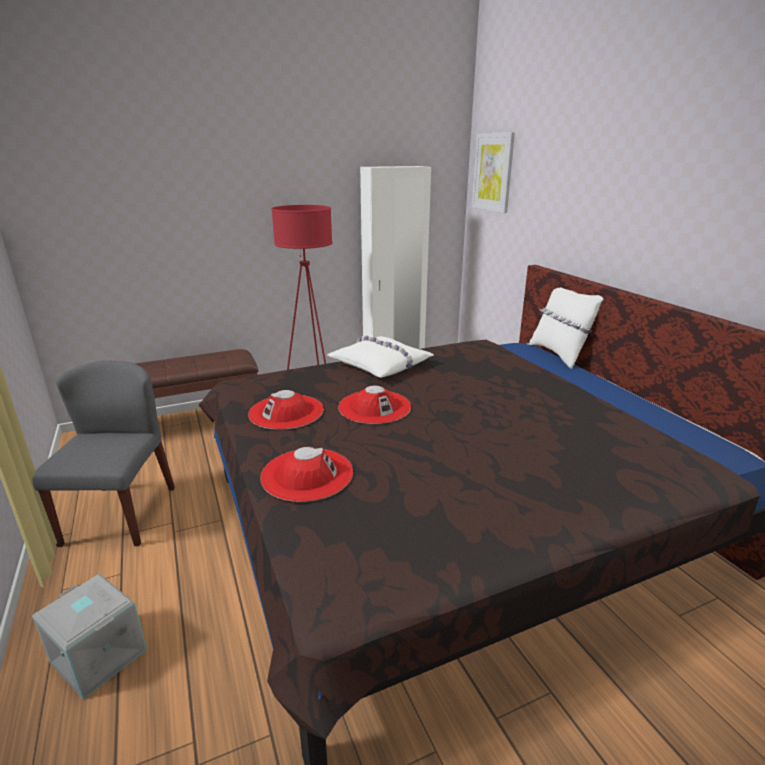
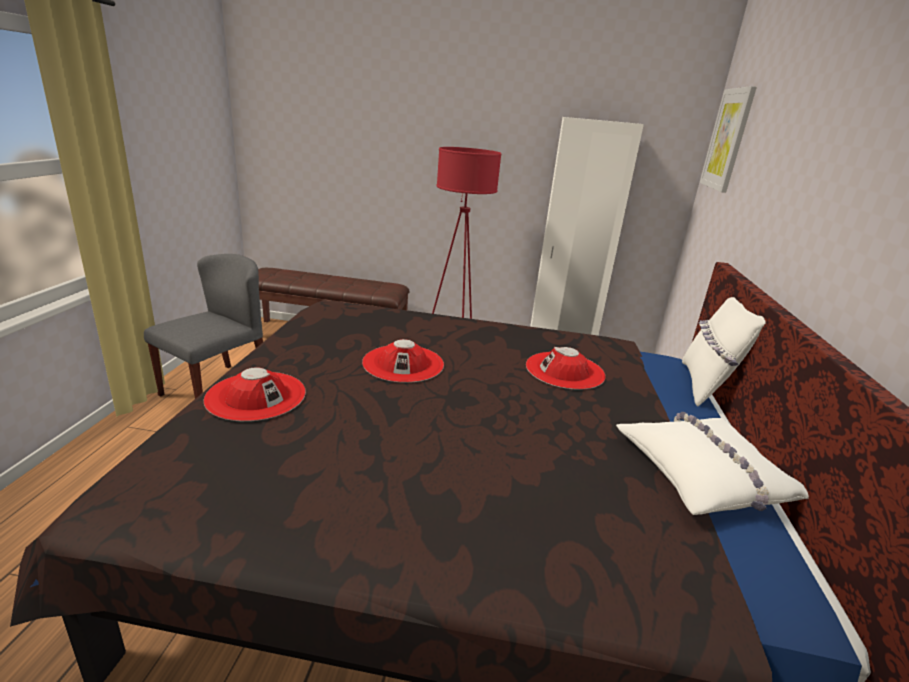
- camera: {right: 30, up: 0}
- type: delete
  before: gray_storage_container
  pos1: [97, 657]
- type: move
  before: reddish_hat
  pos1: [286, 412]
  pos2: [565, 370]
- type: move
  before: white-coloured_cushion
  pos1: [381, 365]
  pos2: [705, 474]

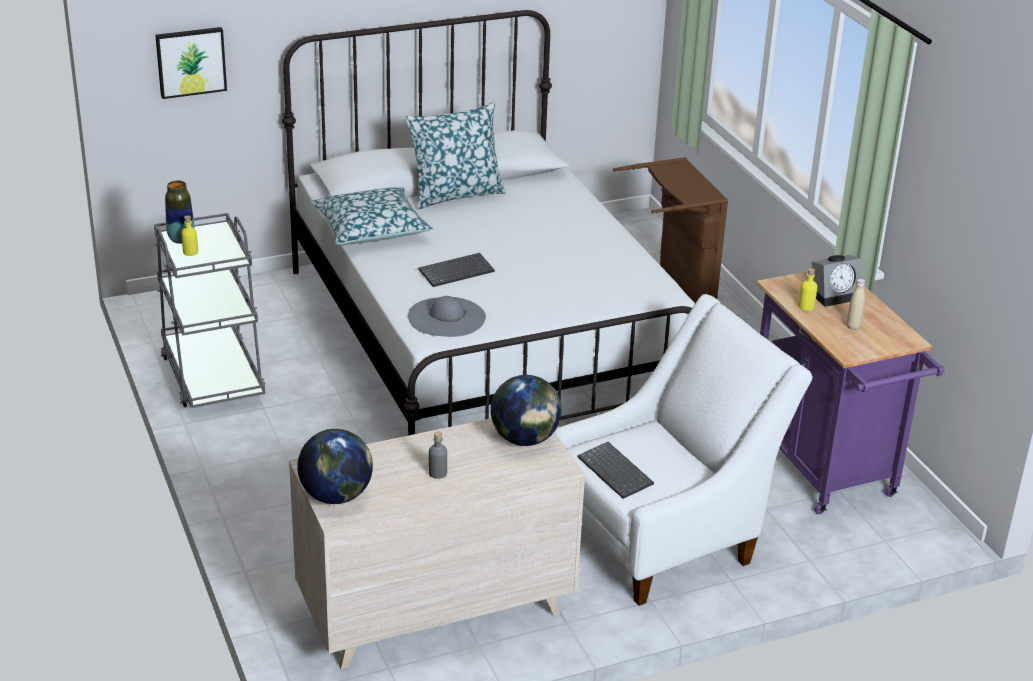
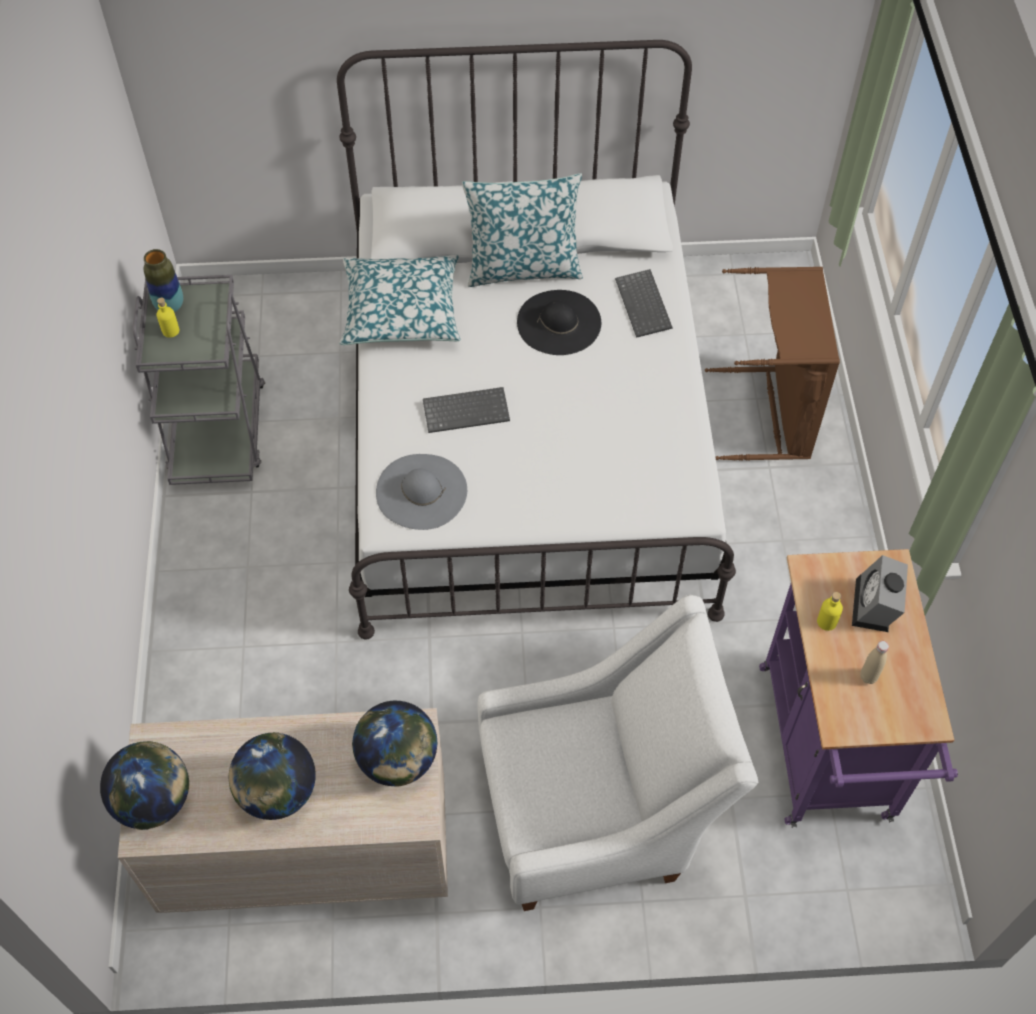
- camera: {right: 20, up: 25}
- type: delete
  before: picture
  pos1: [191, 61]
- type: replace
  before: gray_beverage_bottle
  after: globe
  pos1: [437, 473]
  pos2: [278, 792]
- type: move
  before: PC_keyboard
  pos1: [617, 472]
  pos2: [645, 305]
- type: rotate
  before: bedside_clock
  pos1: [835, 294]
  pos2: [875, 607]
  turn: 105
- type: insert
  after: black-coloured_hat
  pos2: [559, 322]

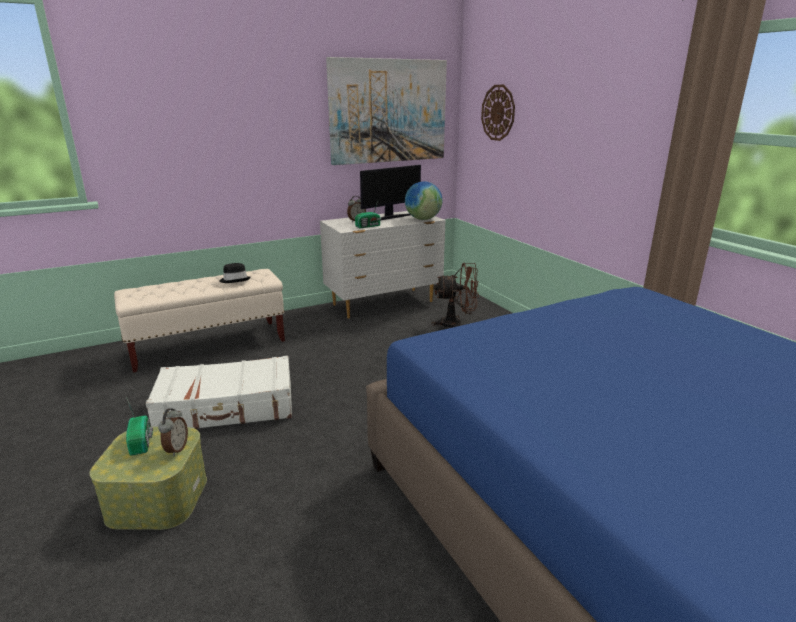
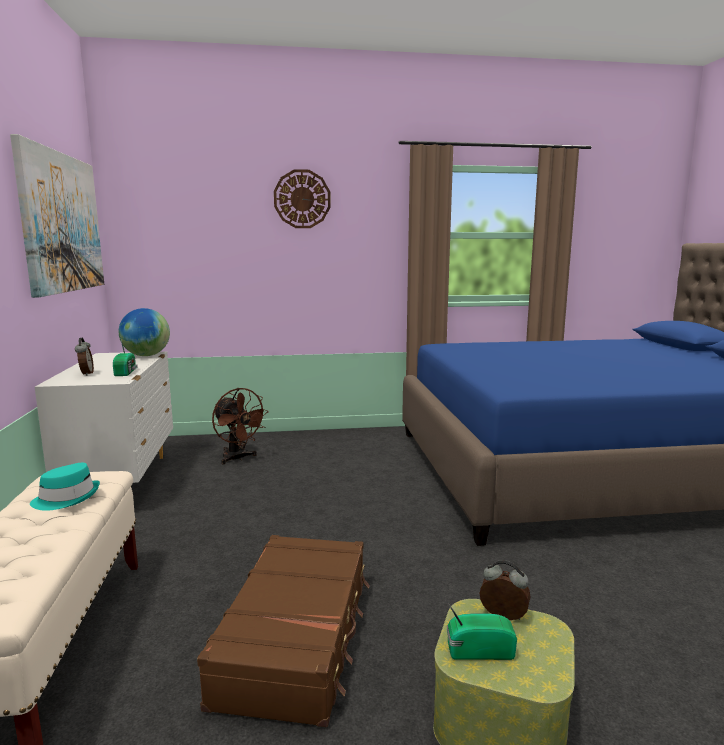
- camera: {right: -70, up: -10}
- type: recolor
  before: white-coloured_travel_case
  after: brown_travel_case
  pos1: [227, 407]
  pos2: [297, 637]
- type: recolor
  before: black-coloured_hat
  after: blue-green_hat
  pos1: [235, 280]
  pos2: [67, 498]
- type: delete
  before: monitor
  pos1: [390, 217]
- type: rotate
  before: brown_fan
  pos1: [456, 325]
  pos2: [238, 458]
  turn: 120
- type: move
  before: hanging_clock
  pos1: [498, 112]
  pos2: [302, 199]

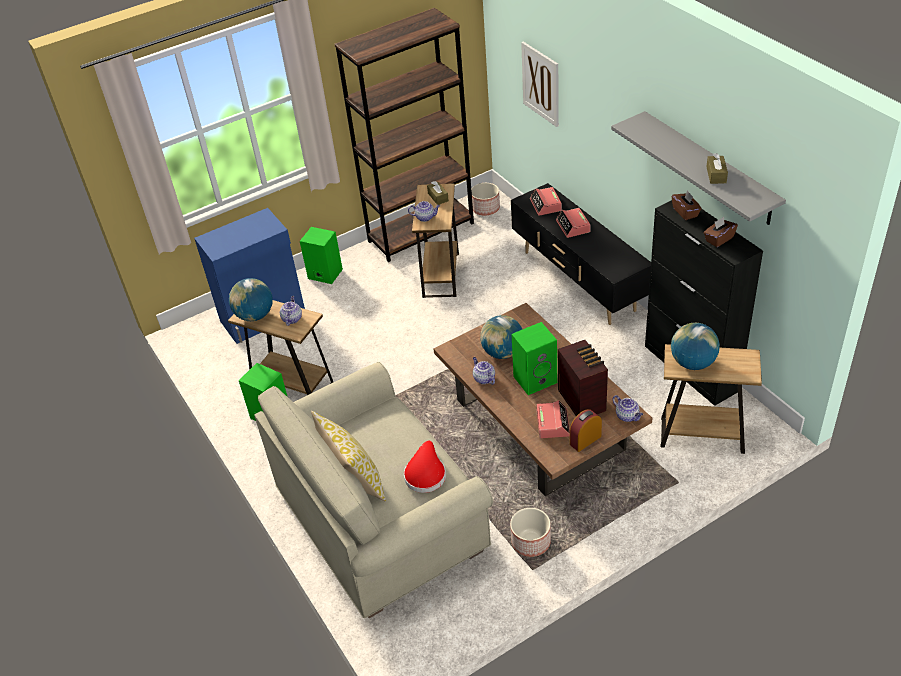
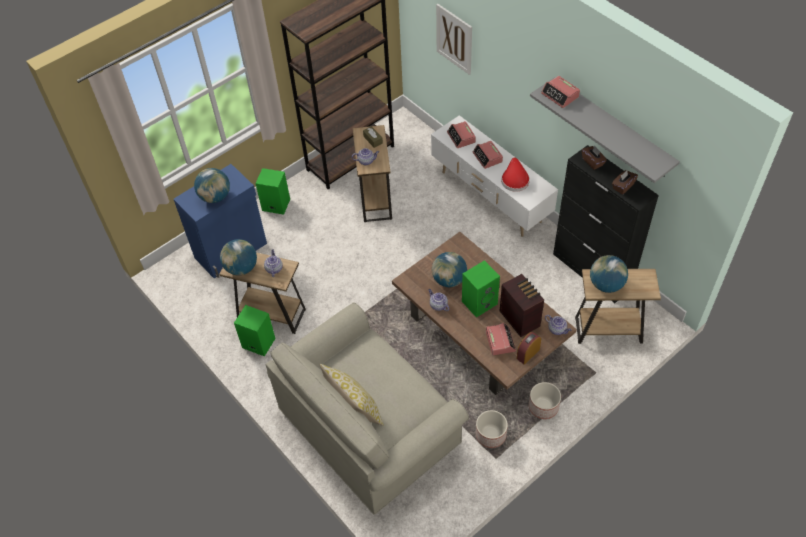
- camera: {right: -10, up: 10}
- type: move
  before: reddish_hat
  pos1: [425, 473]
  pos2: [514, 179]
- type: move
  before: planter
  pos1: [486, 208]
  pos2: [543, 406]
- type: recolor
  before: black-coloured_tv_unit
  after: white-coloured_tv_unit
  pos1: [578, 282]
  pos2: [490, 197]
- type: delete
  before: brown_tissue_box
  pos1: [716, 175]
- type: insert
  after: globe
  pos2: [215, 197]
- type: insert
  after: bedside_clock
  pos2: [560, 95]

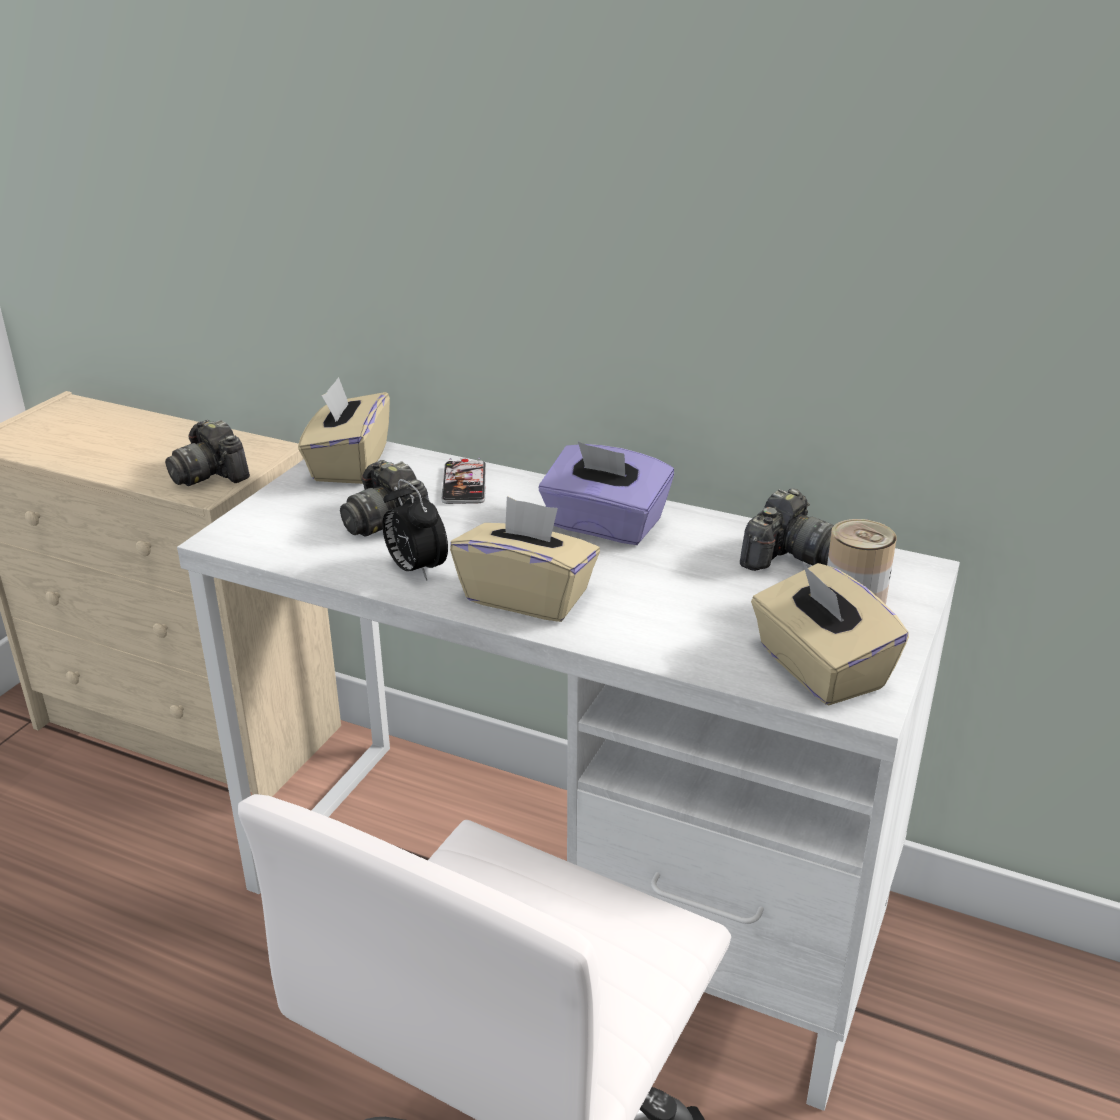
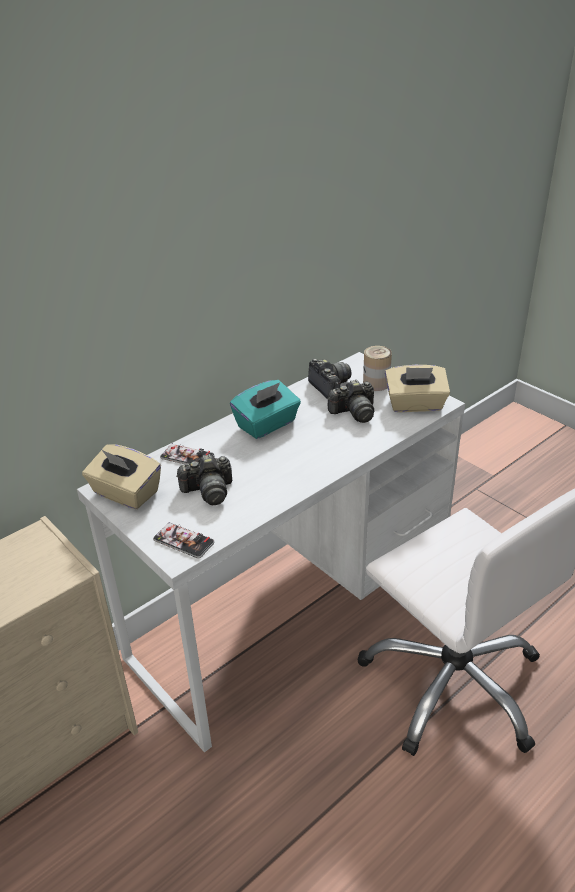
- camera: {right: -65, up: 5}
- type: move
  before: still_camera
  pos1: [210, 474]
  pos2: [354, 413]
- type: delete
  before: bedside_clock
  pos1: [415, 569]
- type: delete
  before: sand-coloured_tissue_box
  pos1: [527, 597]
- type: recolor
  before: purplish_tissue_box
  after: blue-green_tissue_box
  pos1: [604, 525]
  pos2: [267, 425]
- type: insert
  after: telephone
  pos2: [183, 541]

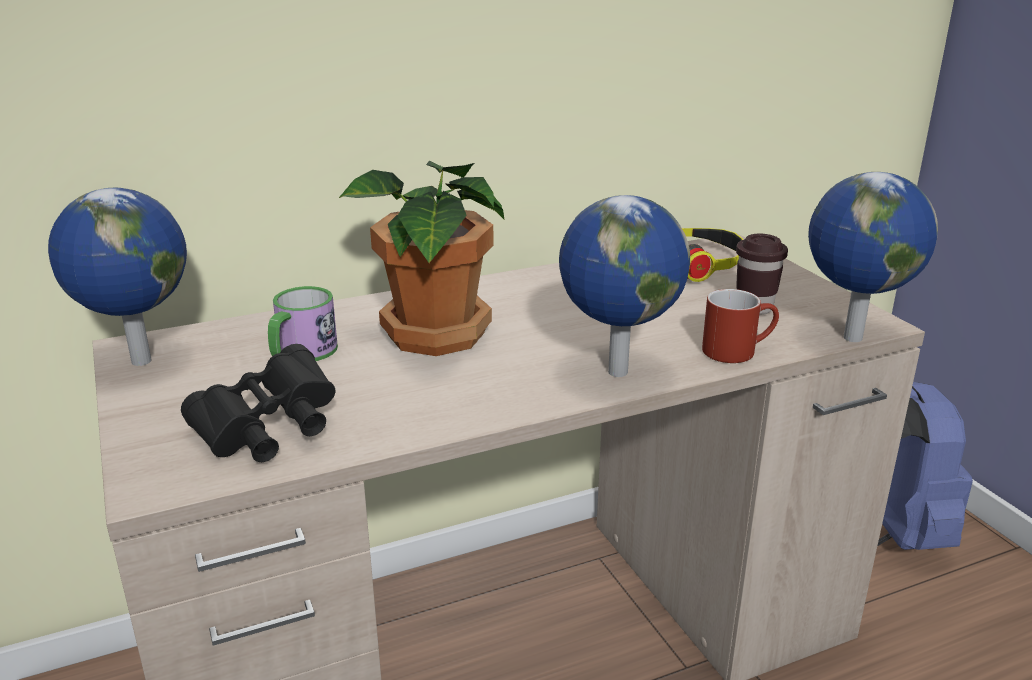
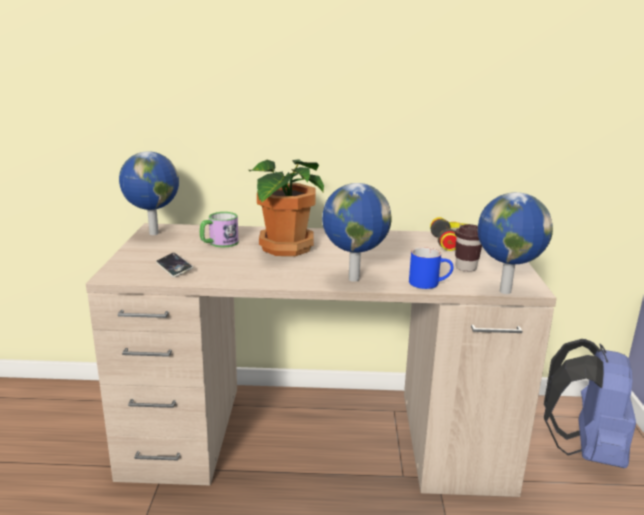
- camera: {right: 25, up: -5}
- type: replace
  before: black-coloured_field_glasses
  after: telephone
  pos1: [268, 431]
  pos2: [174, 267]
- type: recolor
  before: reddish_coffee_mug
  after: blue-coloured_coffee_mug
  pos1: [737, 350]
  pos2: [429, 283]

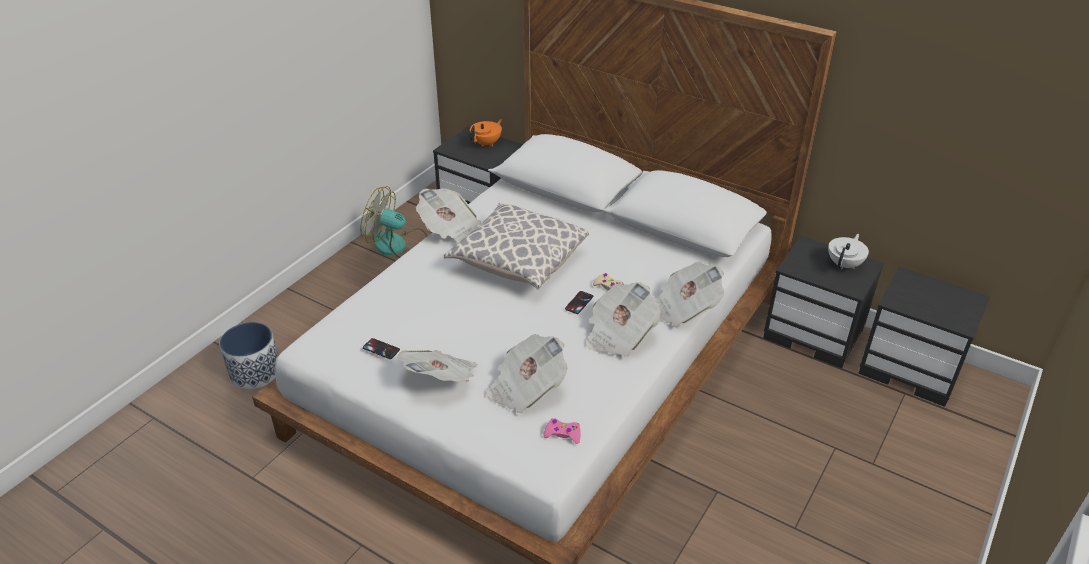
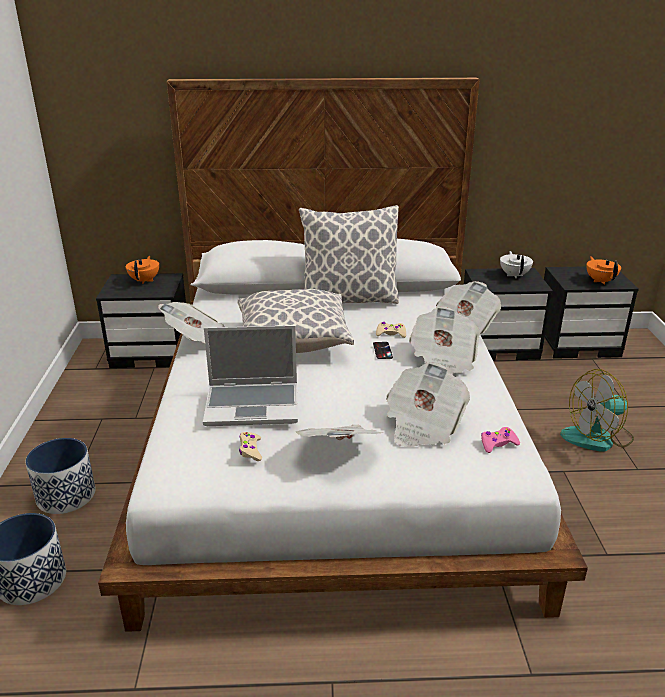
- camera: {right: -35, up: -10}
- type: move
  before: fan
  pos1: [398, 246]
  pos2: [597, 437]
- type: replace
  before: telephone
  after: sand-coloured_game_controller
  pos1: [381, 349]
  pos2: [250, 450]
- type: insert
  after: planter
  pos2: [66, 496]
- type: insert
  after: notebook_computer
  pos2: [253, 405]
- type: insert
  after: cushion
  pos2: [348, 300]
- type: insert
  after: orangey_teapot
  pos2: [600, 281]

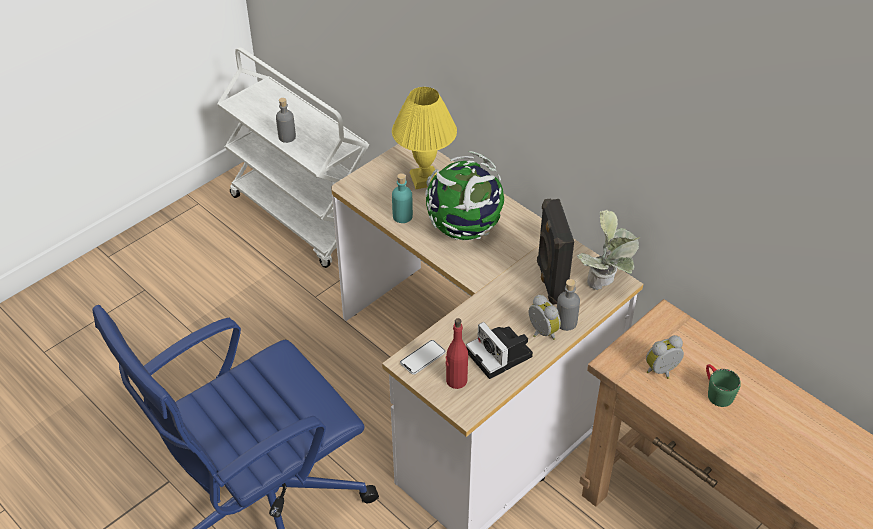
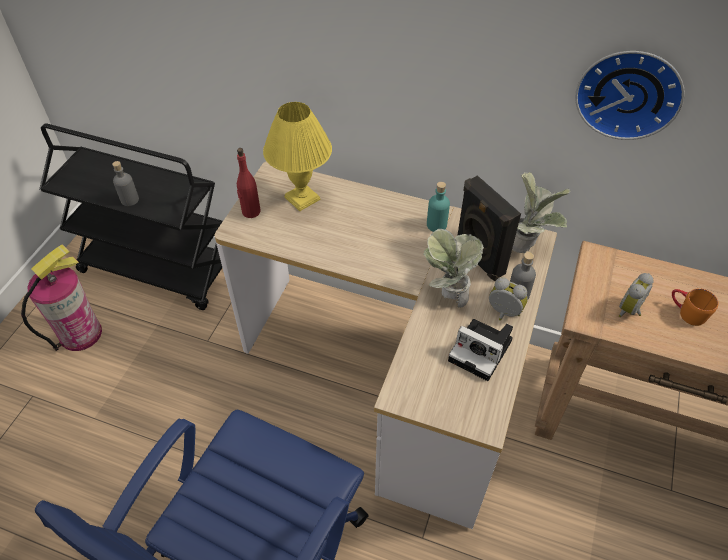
- camera: {right: -25, up: 5}
- type: recolor
  before: white-coloured_trolley
  after: black-coloured_trolley
  pos1: [303, 217]
  pos2: [159, 269]
- type: move
  before: blue-green_beverage_bottle
  pos1: [402, 216]
  pos2: [436, 225]
- type: delete
  before: telephone
  pos1: [423, 358]
- type: delete
  before: globe
  pos1: [464, 228]
- type: move
  before: reddish_beverage_bottle
  pos1: [456, 380]
  pos2: [251, 212]
- type: recolor
  before: green_coffee_mug
  after: orangey_coffee_mug
  pos1: [716, 392]
  pos2: [686, 312]
- type: insert
  after: fire_extinguisher
  pos2: [80, 333]
- type: insert
  after: houseplant
  pos2: [447, 295]
- type: insert
  after: hanging_clock
  pos2: [629, 92]

